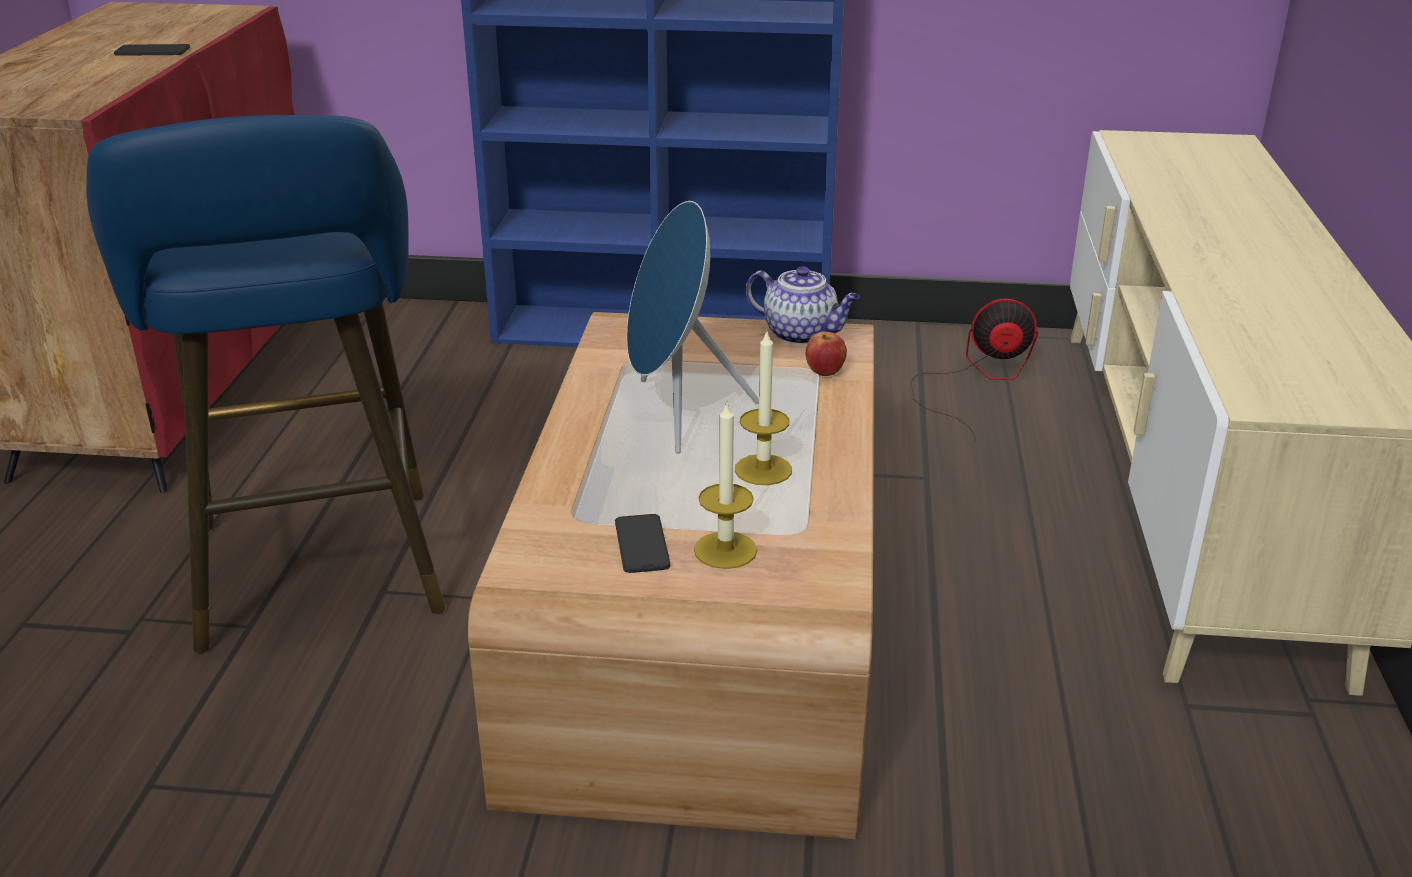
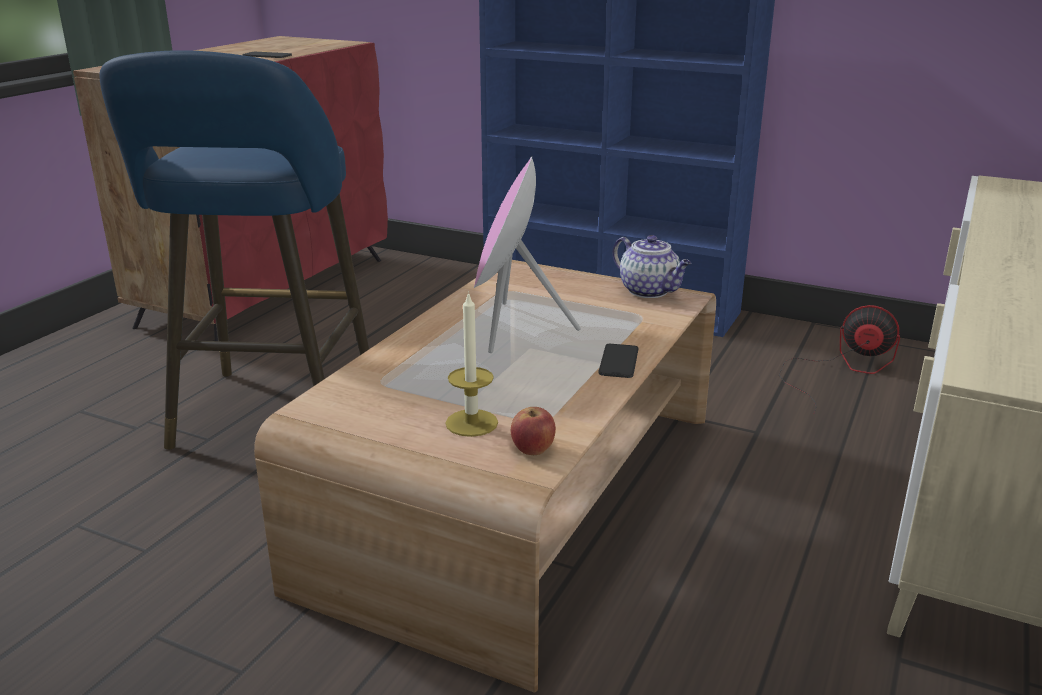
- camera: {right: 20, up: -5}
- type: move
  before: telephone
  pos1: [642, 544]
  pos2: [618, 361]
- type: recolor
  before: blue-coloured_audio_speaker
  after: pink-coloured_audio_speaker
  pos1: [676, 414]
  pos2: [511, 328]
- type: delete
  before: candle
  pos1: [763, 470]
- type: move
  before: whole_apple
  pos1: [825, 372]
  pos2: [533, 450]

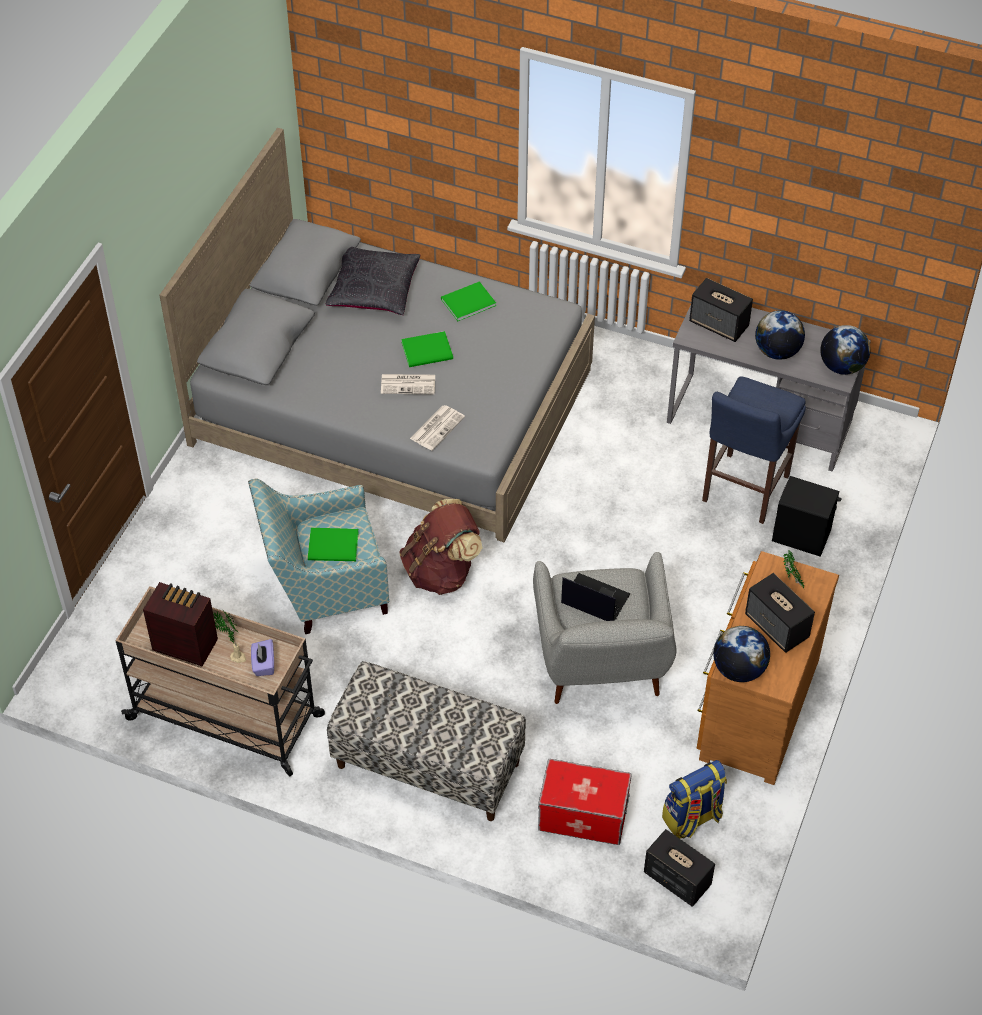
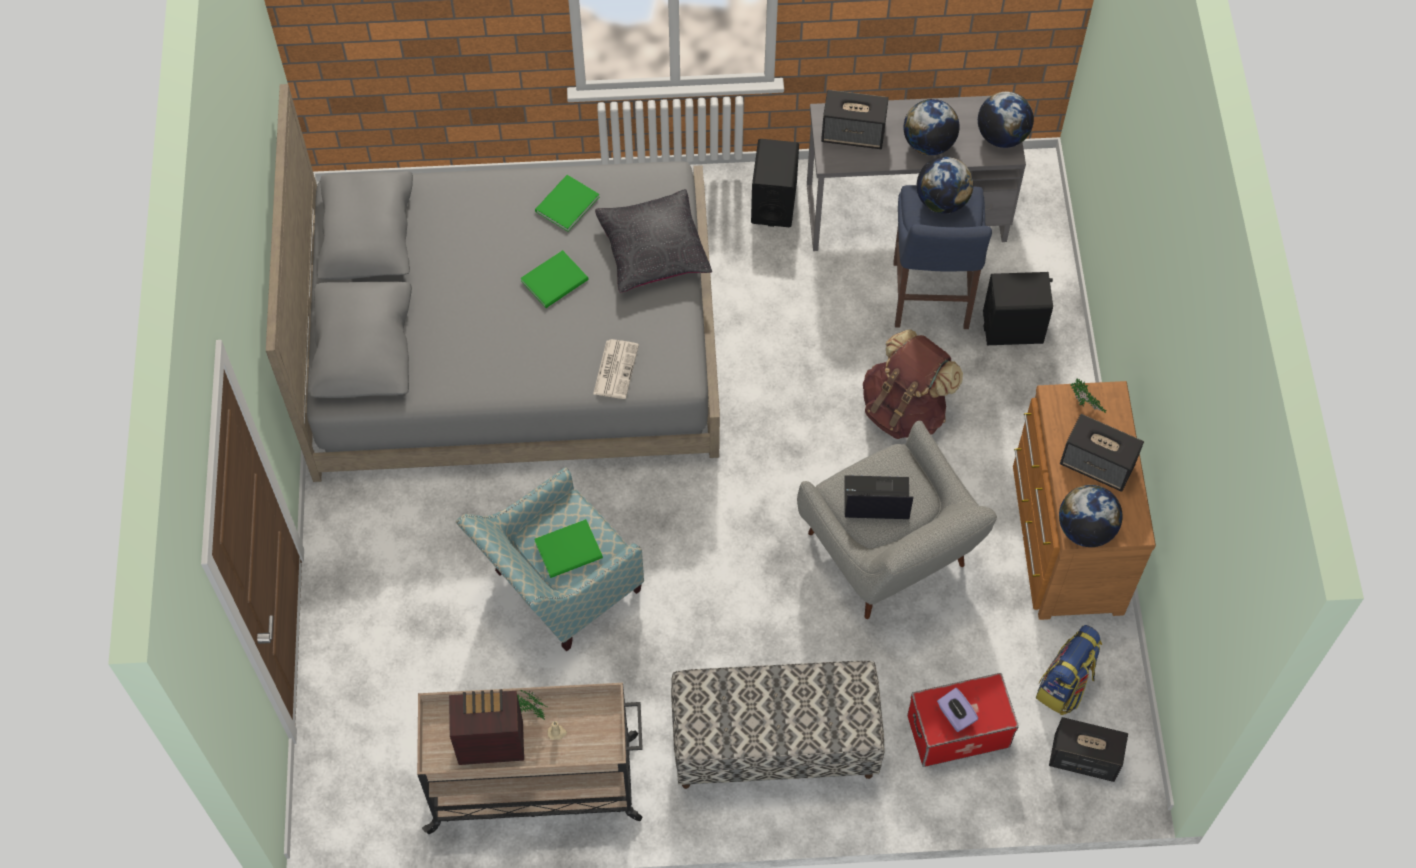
- camera: {right: -25, up: 10}
- type: move
  before: purplish_tissue_box
  pos1: [263, 664]
  pos2: [955, 715]
- type: move
  before: black-coloured_cushion
  pos1: [374, 290]
  pos2: [653, 250]
- type: delete
  before: newspaper
  pos1: [409, 384]
- type: move
  before: brown_rucksack
  pos1: [441, 571]
  pos2: [905, 409]
- type: insert
  after: black-coloured_audio_speaker
  pos2: [773, 203]
- type: insert
  after: globe
  pos2: [942, 201]

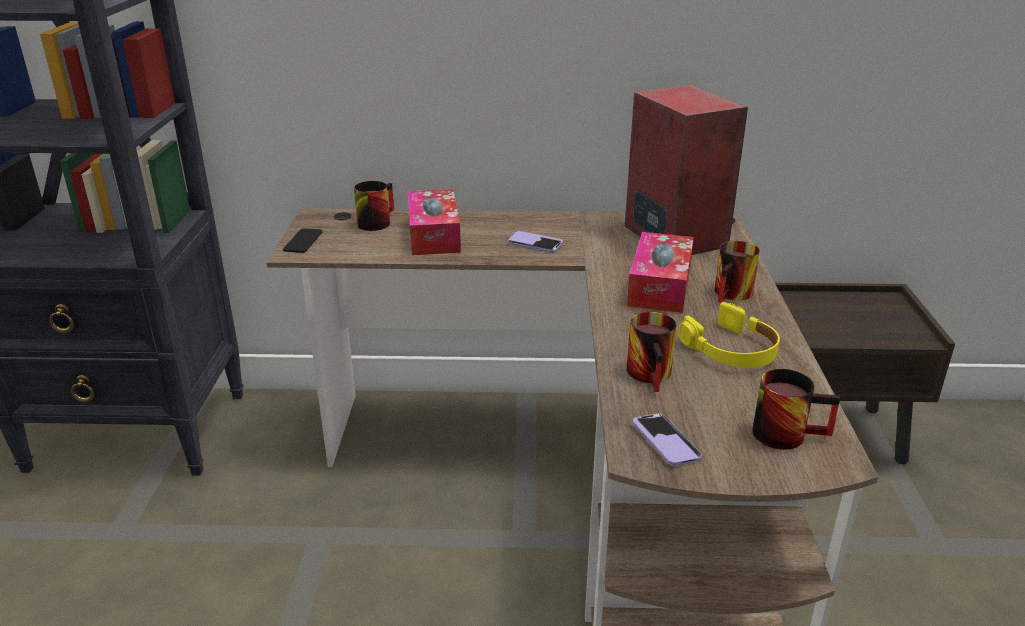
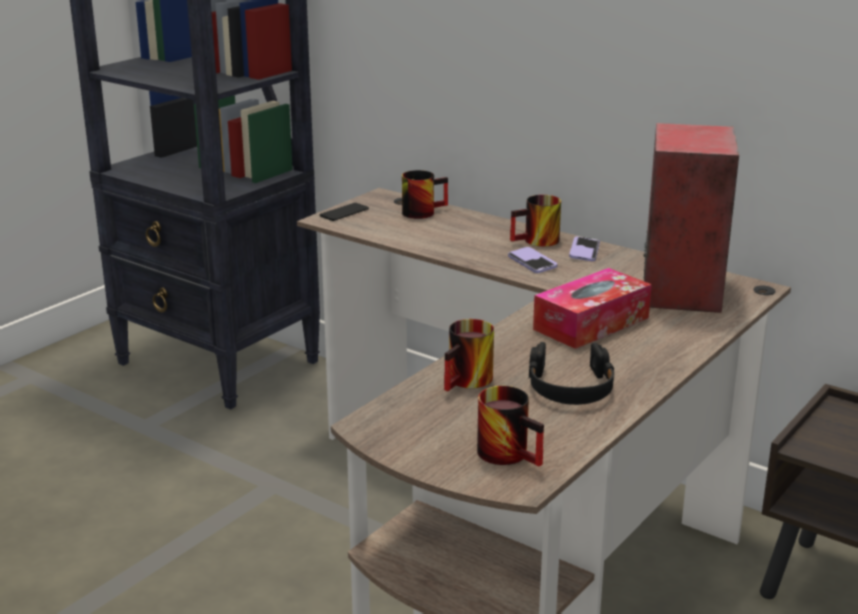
- camera: {right: 35, up: -5}
- type: delete
  before: tissue_box
  pos1: [434, 235]
- type: move
  before: telephone
  pos1: [665, 441]
  pos2: [584, 251]
- type: recolor
  before: yellow-coloured_headset
  after: black-coloured_headset
  pos1: [731, 349]
  pos2: [570, 387]
- type: move
  before: coffee_mug
  pos1: [734, 295]
  pos2: [537, 242]

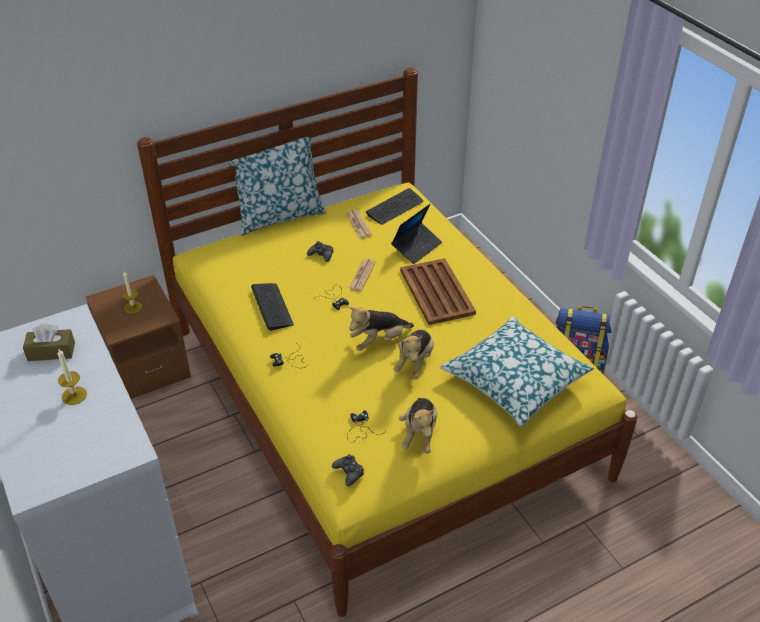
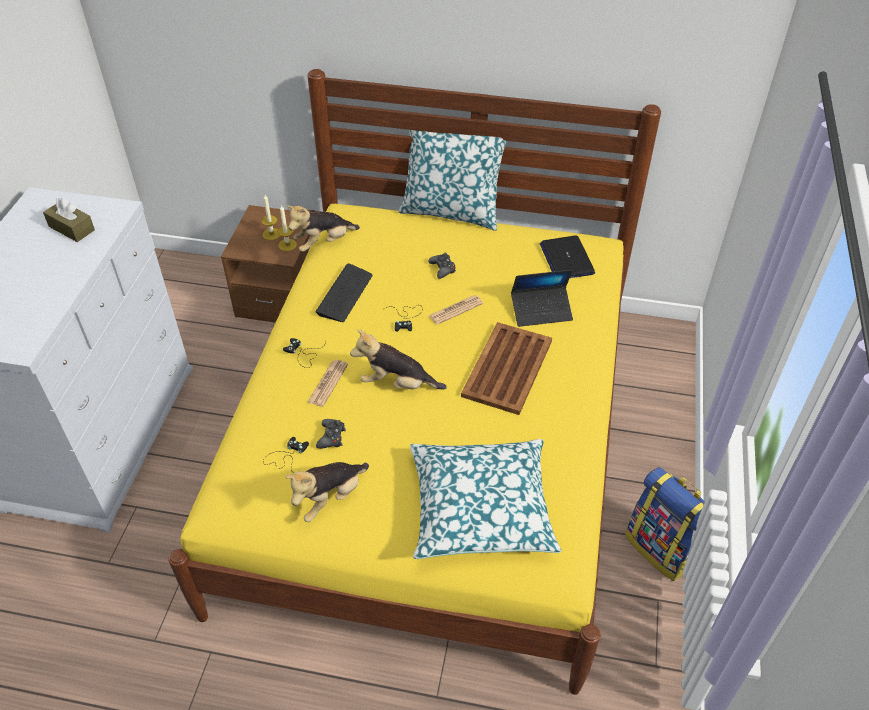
- camera: {right: 40, up: 5}
- type: move
  before: candle
  pos1: [74, 395]
  pos2: [287, 245]
- type: move
  before: black-coloured_game_controller
  pos1: [349, 472]
  pos2: [331, 437]
- type: move
  before: newspaper
  pos1: [358, 224]
  pos2: [328, 383]
- type: replace
  before: PC_keyboard
  after: notebook_computer
  pos1: [395, 207]
  pos2: [566, 259]
- type: move
  before: soft_toy
  pos1: [415, 362]
  pos2: [323, 243]

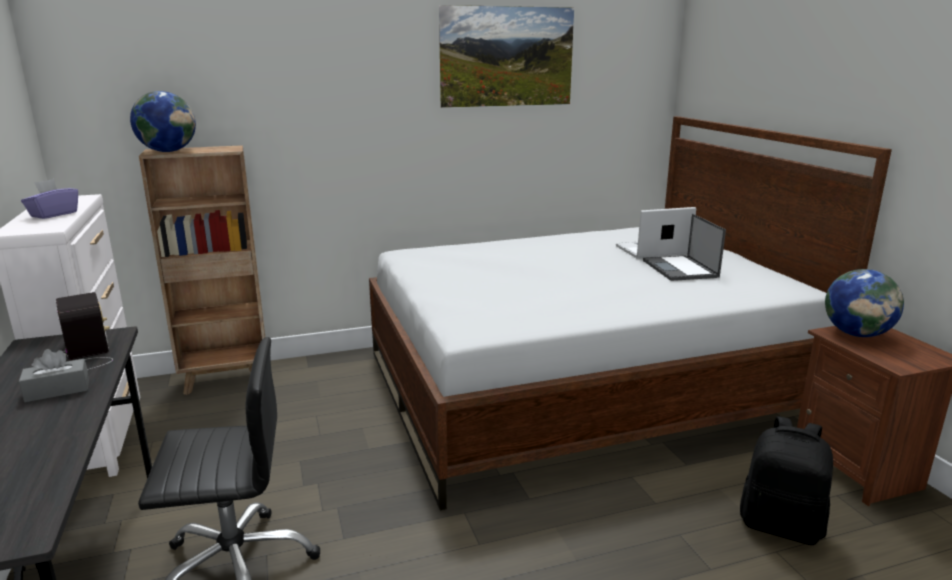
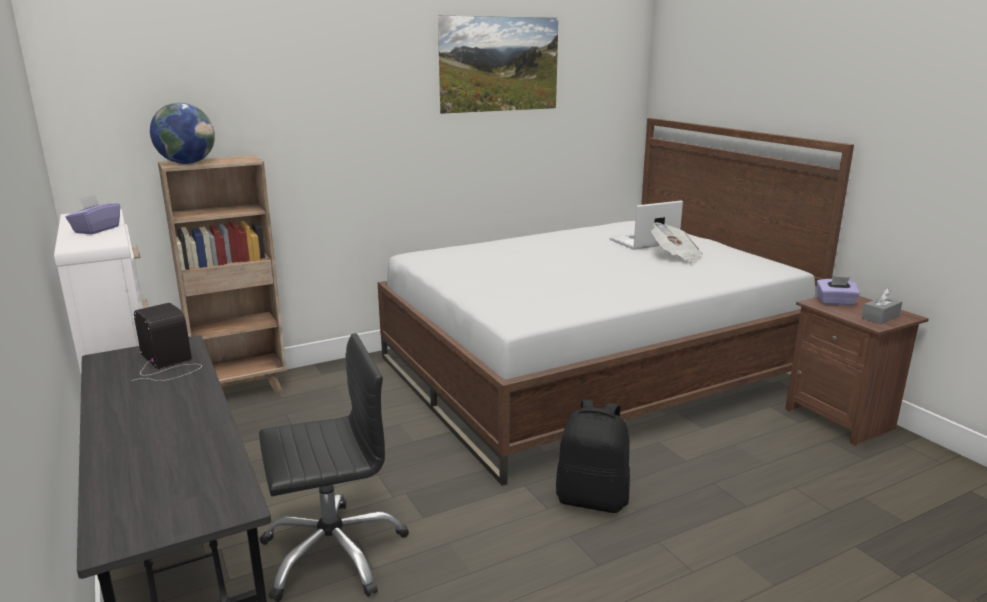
- camera: {right: -10, up: 0}
- type: move
  before: gray_tissue_box
  pos1: [57, 390]
  pos2: [880, 317]
- type: replace
  before: notebook_computer
  after: newspaper
  pos1: [680, 269]
  pos2: [676, 257]
- type: move
  before: black-coloured_rucksack
  pos1: [781, 525]
  pos2: [592, 499]
- type: replace
  before: globe
  after: purplish_tissue_box
  pos1: [856, 334]
  pos2: [835, 302]

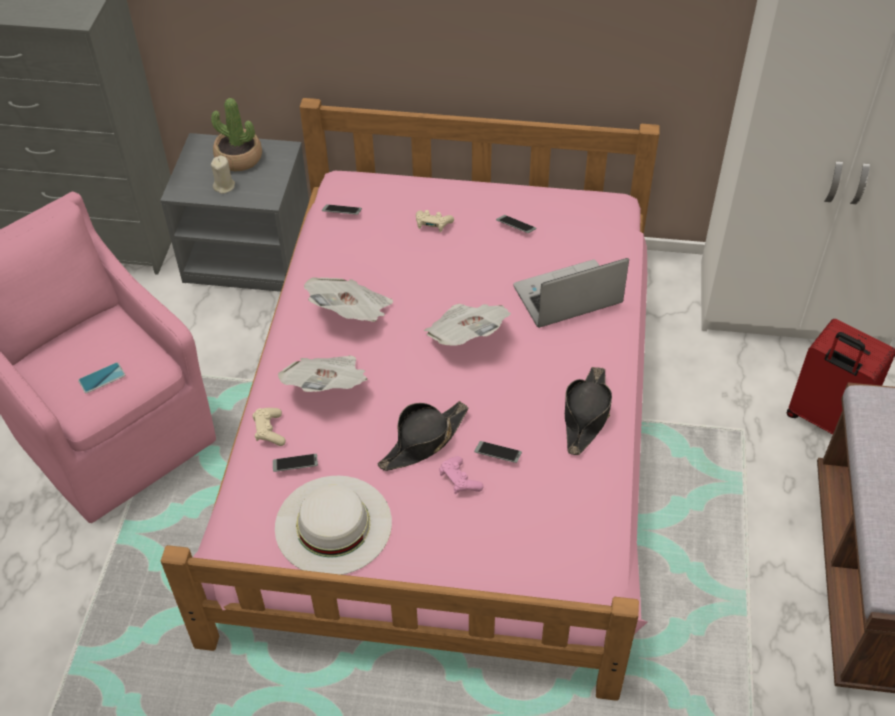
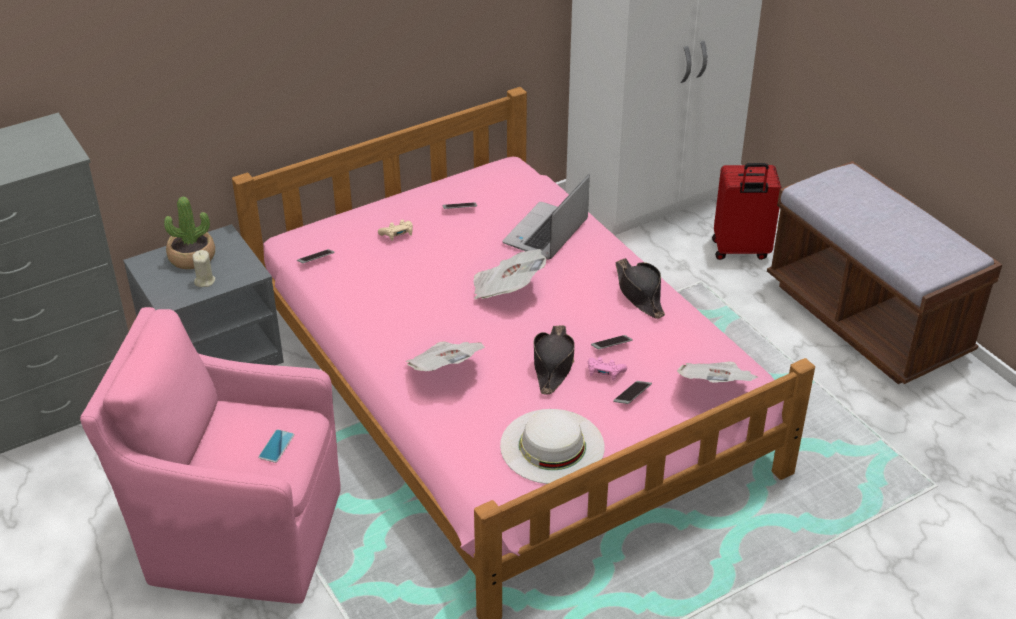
- camera: {right: -40, up: -10}
- type: delete
  before: sand-coloured_game_controller
  pos1: [269, 431]
- type: move
  before: telephone
  pos1: [295, 465]
  pos2: [632, 395]
- type: move
  before: newspaper
  pos1: [352, 313]
  pos2: [715, 388]

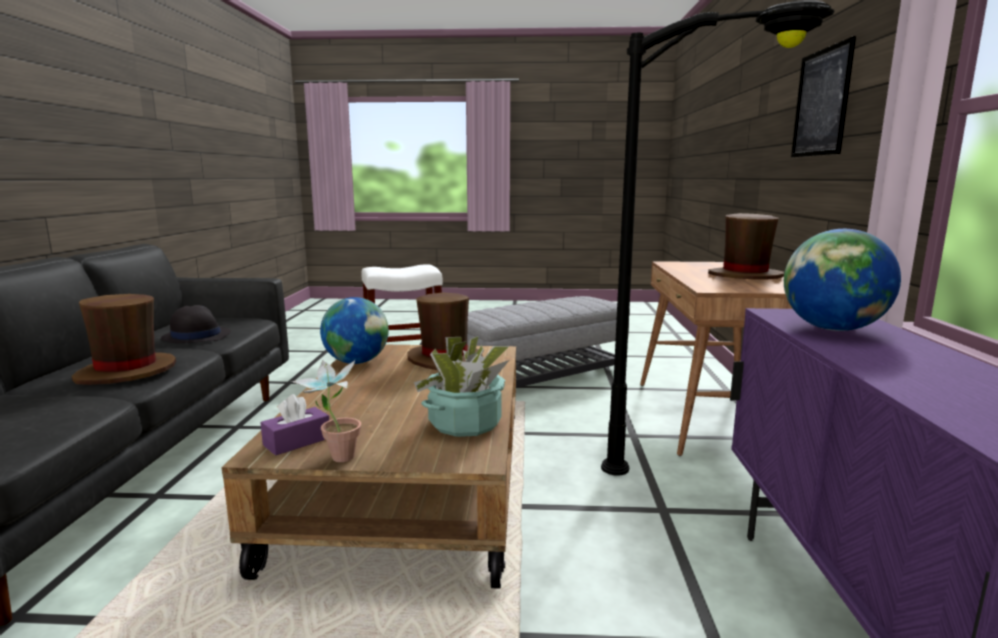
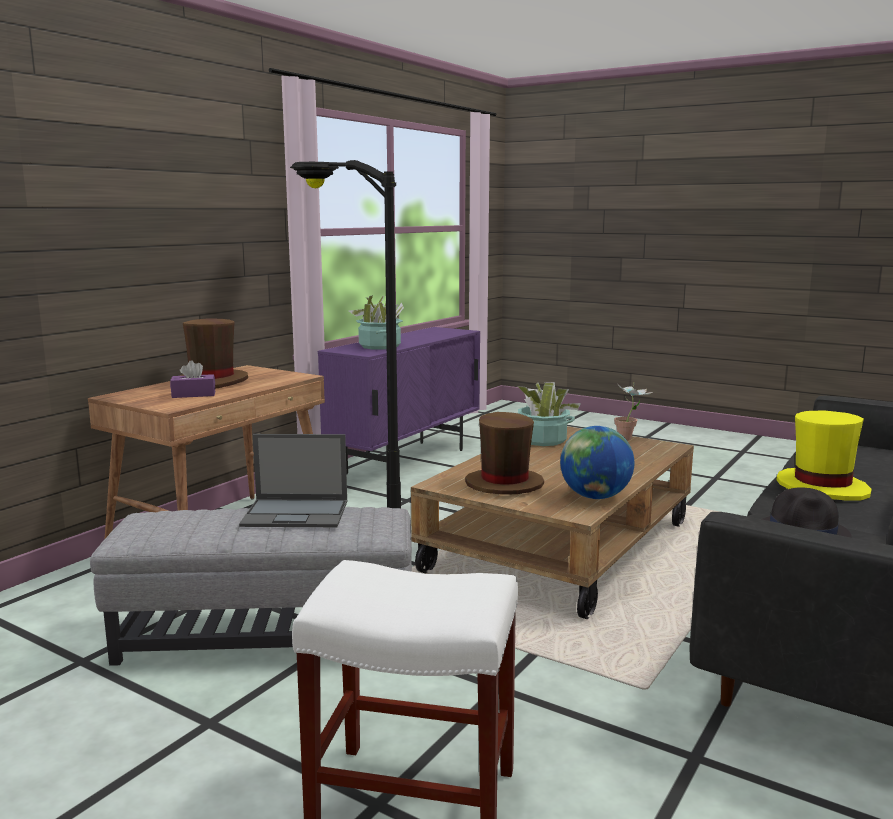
- camera: {right: -150, up: 0}
- type: recolor
  before: brown_hat
  after: yellow-coloured_hat
  pos1: [126, 372]
  pos2: [822, 487]
- type: move
  before: purplish_tissue_box
  pos1: [297, 441]
  pos2: [193, 394]
- type: replace
  before: globe
  after: houseplant
  pos1: [832, 329]
  pos2: [380, 346]
- type: delete
  before: picture
  pos1: [821, 103]
- type: insert
  after: notebook_computer
  pos2: [297, 513]

